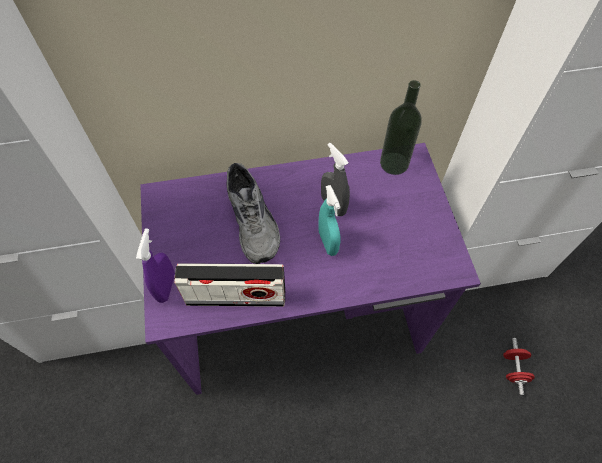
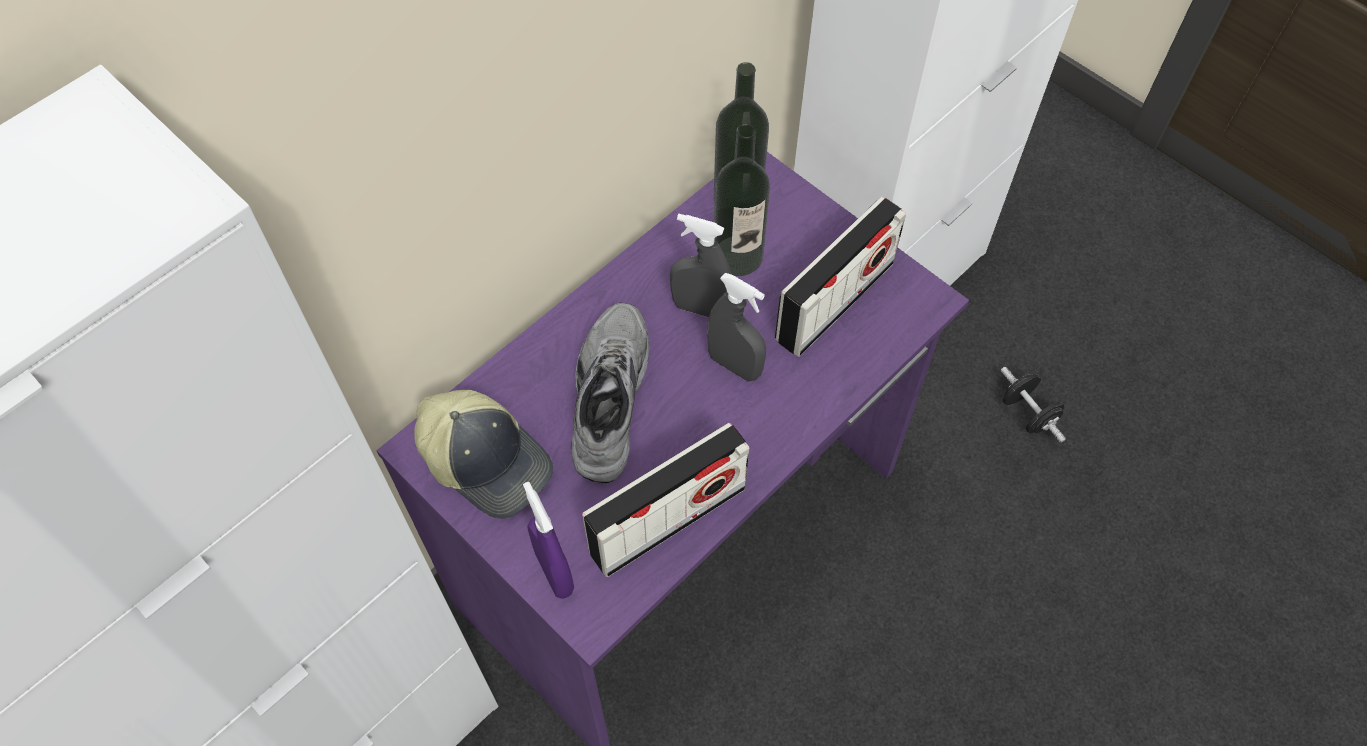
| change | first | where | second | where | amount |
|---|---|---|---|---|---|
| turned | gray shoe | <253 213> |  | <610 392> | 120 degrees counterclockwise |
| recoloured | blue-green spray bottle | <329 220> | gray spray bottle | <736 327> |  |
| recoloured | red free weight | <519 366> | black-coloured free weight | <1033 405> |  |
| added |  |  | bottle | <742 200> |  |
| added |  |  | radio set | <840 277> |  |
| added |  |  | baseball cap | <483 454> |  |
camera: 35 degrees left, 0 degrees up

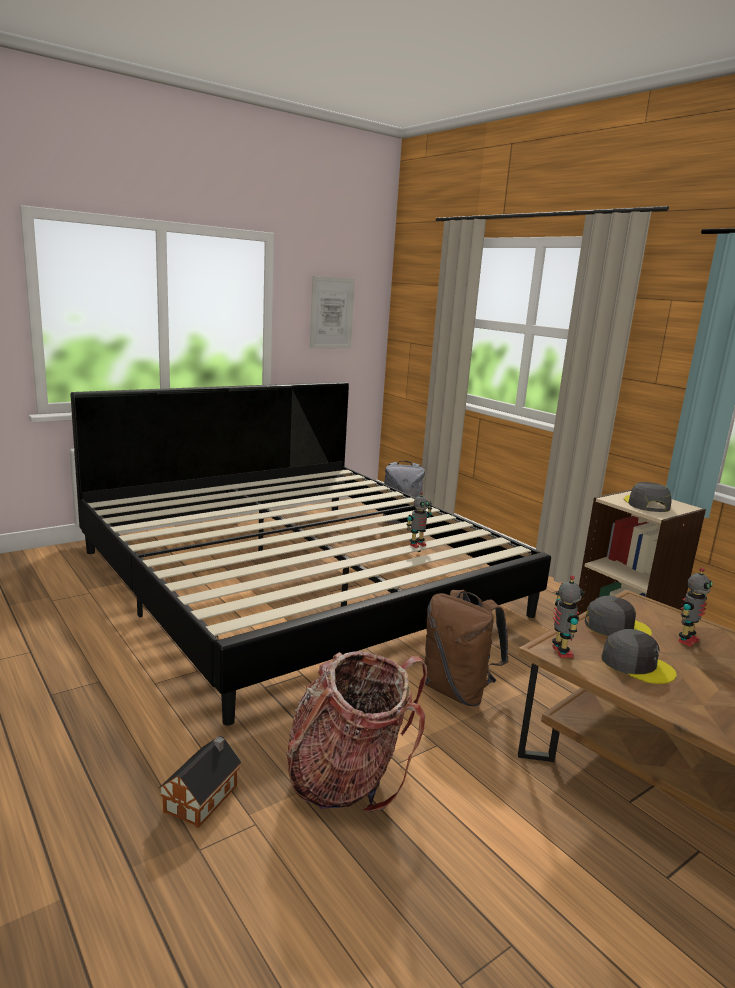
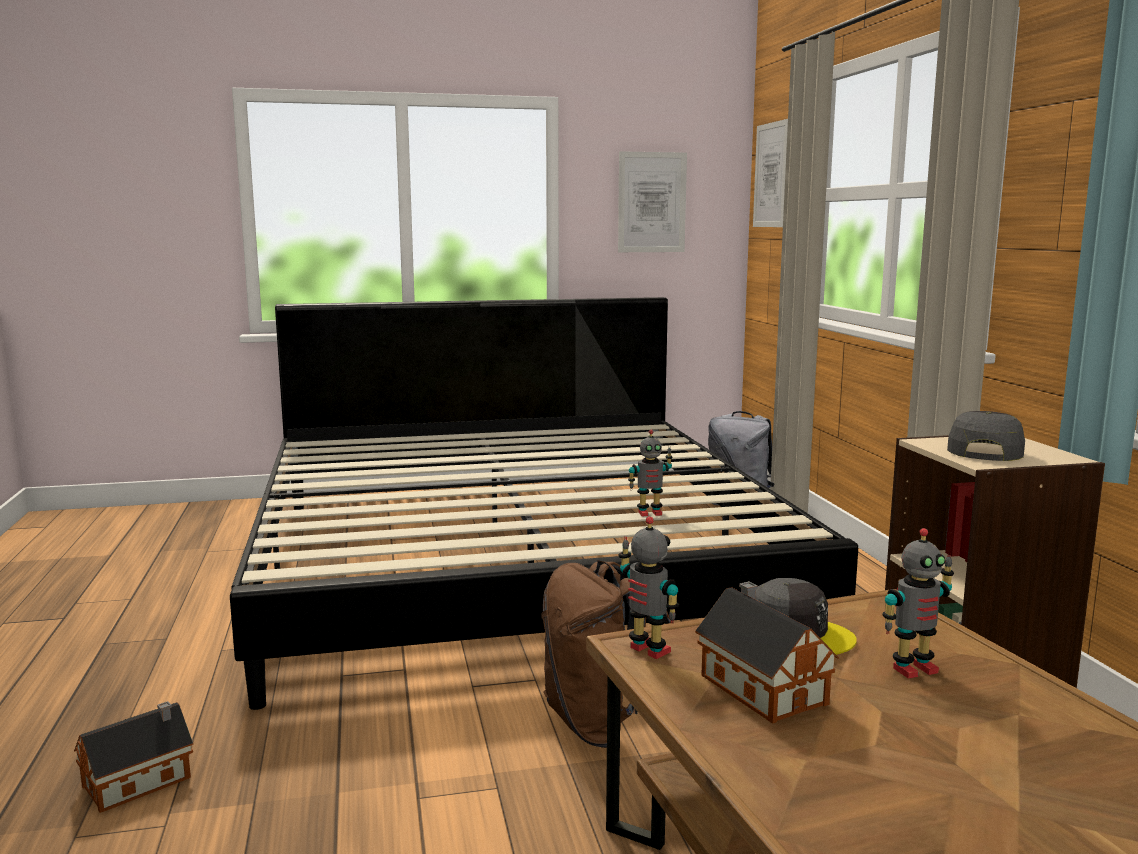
| change | first | where | second | where | amount |
|---|---|---|---|---|---|
| turned | model robot | <568 616> |  | <648 587> | 60 degrees counterclockwise |
| replaced | gray baseball cap | <639 656> | miniature house | <767 652> |  |
| removed | rucksack | <356 732> |  |  |  |
| added |  |  | picture | <770 173> |  |
camera: 25 degrees right, 5 degrees down

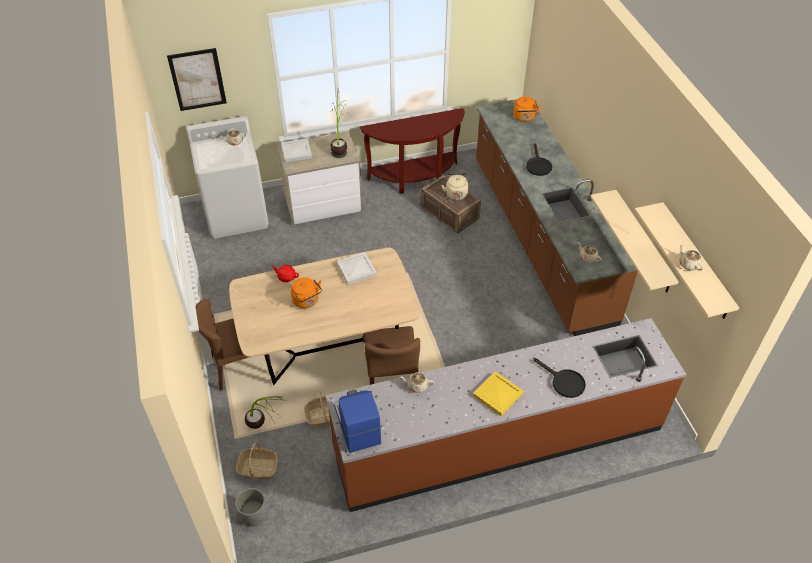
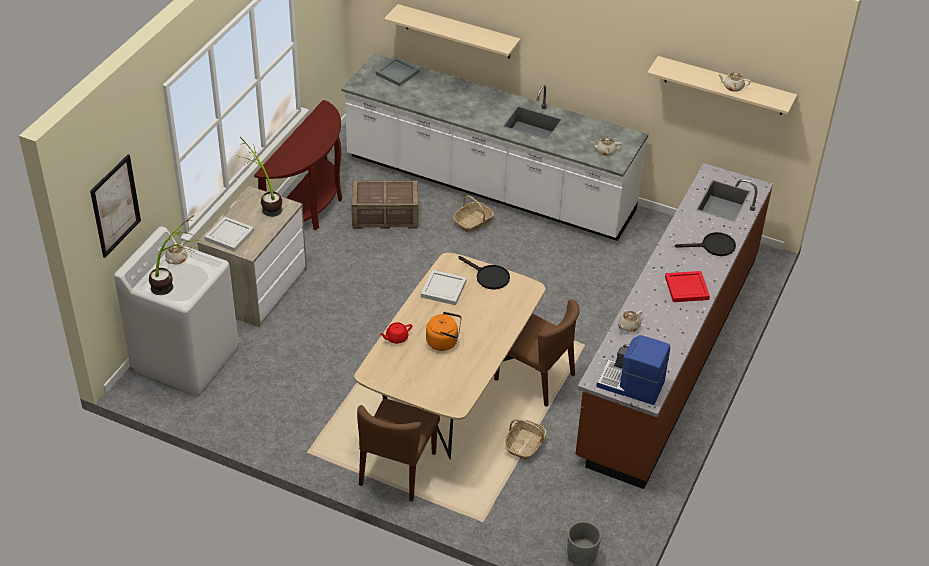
| change | first | where | second | where | amount |
|---|---|---|---|---|---|
| replaced | orange-coloured tea kettle | <527 109> | gray serving tray | <397 72> |  |
| recoloured | brown counter | <557 217> | whitish counter | <495 147> |  |
| moved | black-coloured pan | <539 160> |  | <484 273> |  |
| removed | sand-coloured tea kettle | <454 186> |  |  |  |
| moved | sand-coloured shelf | <634 241> |  | <452 31> |  |
| recoloured | yellow-coloured serving tray | <498 393> | red serving tray | <687 286> |  |
| moved | houseplant | <263 412> |  | <174 255> |  |
| moved | basket | <257 461> |  | <473 214> |  |
camera: 50 degrees left, 5 degrees down

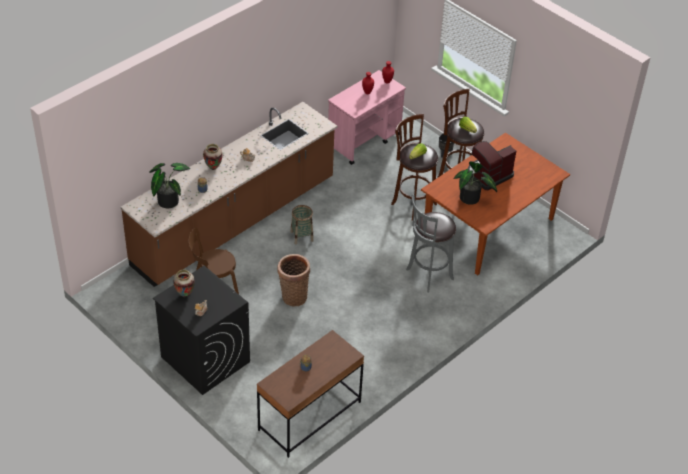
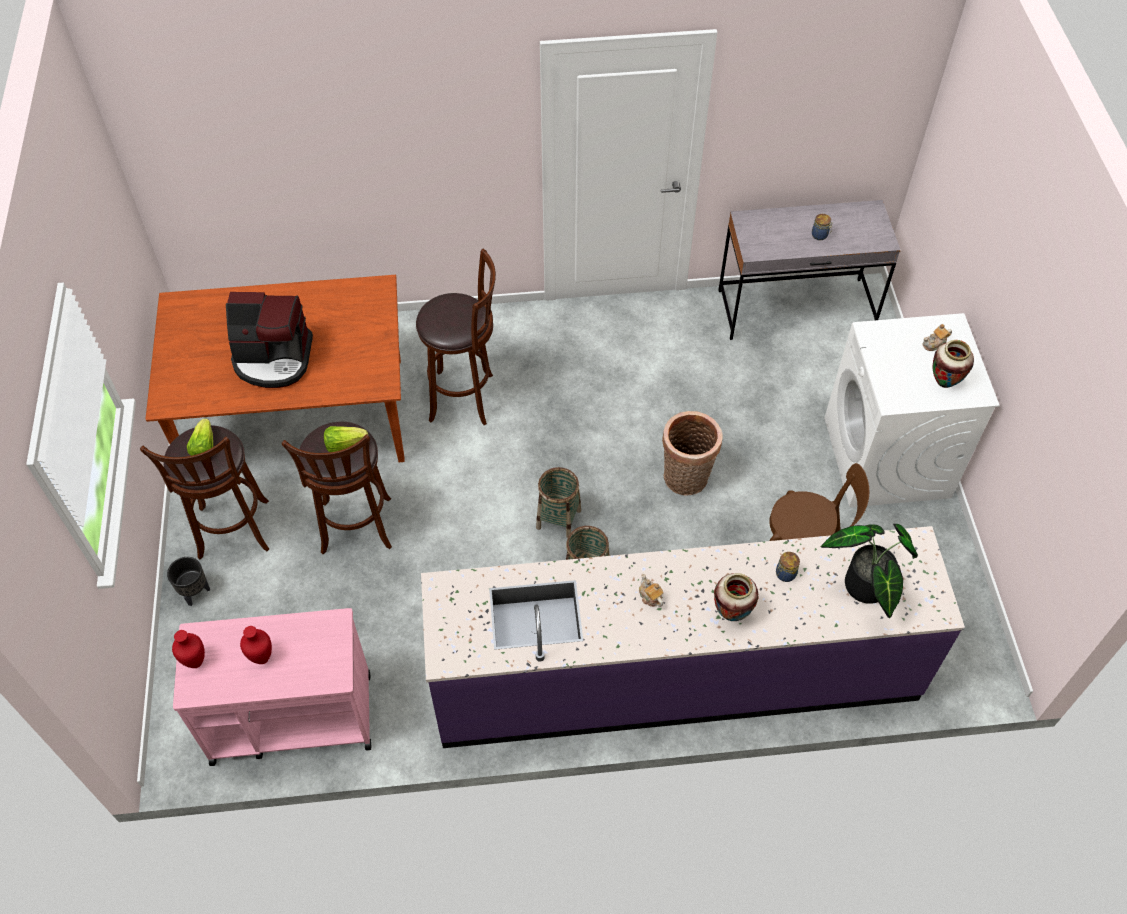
| change | first | where | second | where | amount |
|---|---|---|---|---|---|
| recoloured | brown counter | <229 194> | purplish counter | <693 637> |  |
| removed | houseplant | <475 183> |  |  |  |
| recoloured | gray stool seat | <431 243> | brown stool seat | <456 337> |  |
| recoloured | black-coloured laundry appliance | <201 330> | whitish laundry appliance | <912 410> |  |
| recoloured | brown desk unit | <310 394> | gray desk unit | <809 270> |  |
| added |  |  | basket | <558 502> |  |
camera: 140 degrees left, 10 degrees up

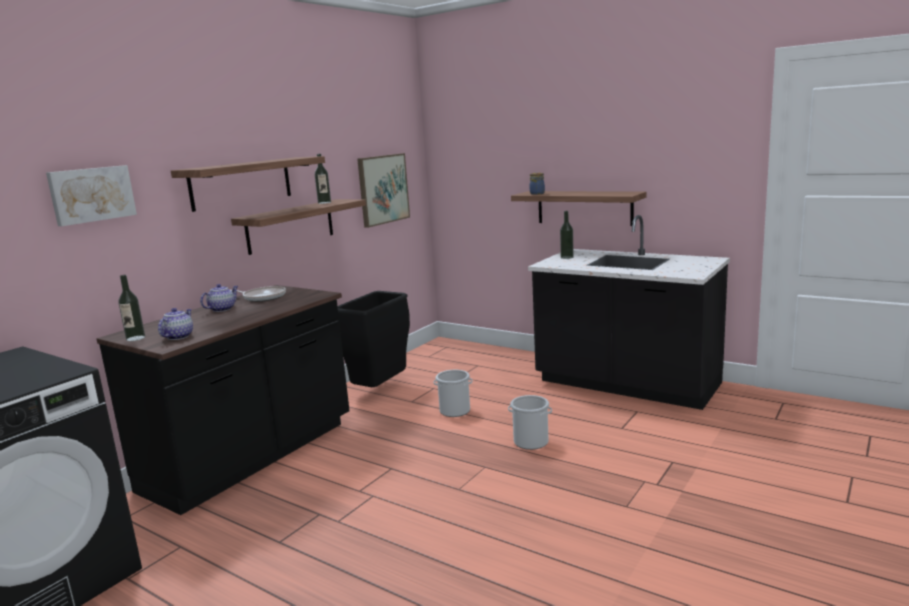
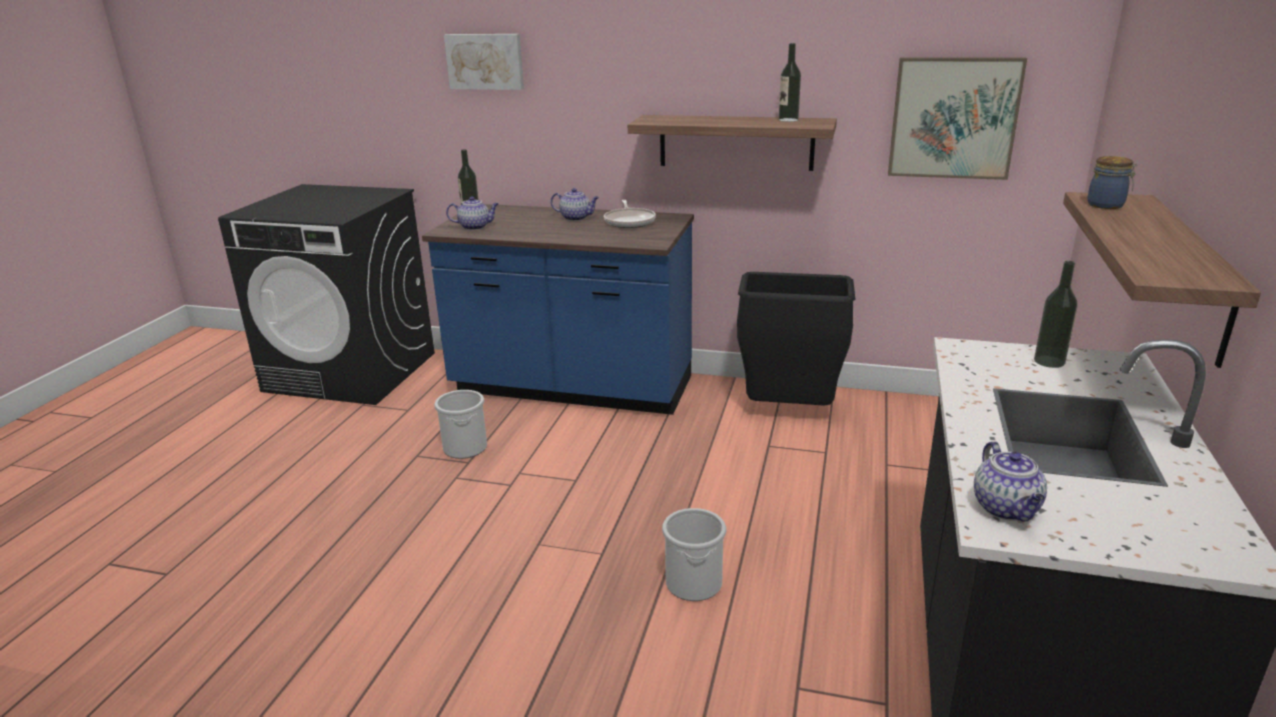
| change | first | where | second | where | amount |
|---|---|---|---|---|---|
| removed | shelf | <248 184> |  |  |  |
| recoloured | black-coloured counter | <223 400> | blue-coloured counter | <558 309> |  |
| moved | bucket | <453 393> |  | <460 424> |  |
| added |  |  | pot for tea | <1010 481> |  |
camera: 70 degrees right, 10 degrees up

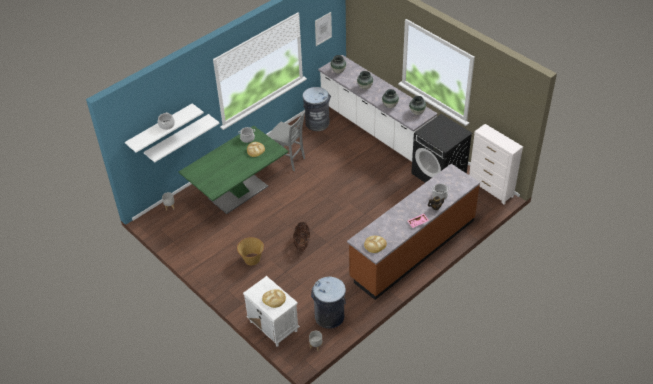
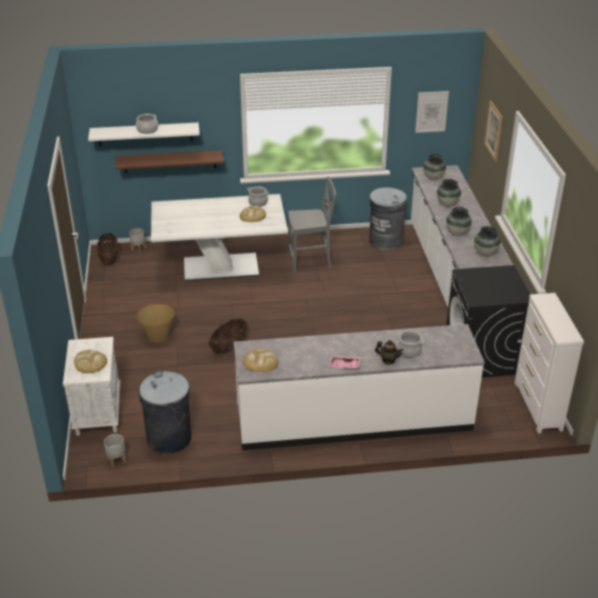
| change | first | where | second | where | amount |
|---|---|---|---|---|---|
| turned | gray upright chair | <286 141> |  | <312 225> | 75 degrees counterclockwise |
| recoloured | whitish shelf | <182 138> | brown shelf | <169 161> |  |
| recoloured | greenish kitchen table | <234 170> | whitish kitchen table | <219 237> |  |
| recoloured | brown counter | <413 232> | whitish counter | <359 387> |  |
| added |  |  | picture | <493 131> |  |
| added |  |  | basket | <108 249> |  |
camera: 35 degrees right, 10 degrees down

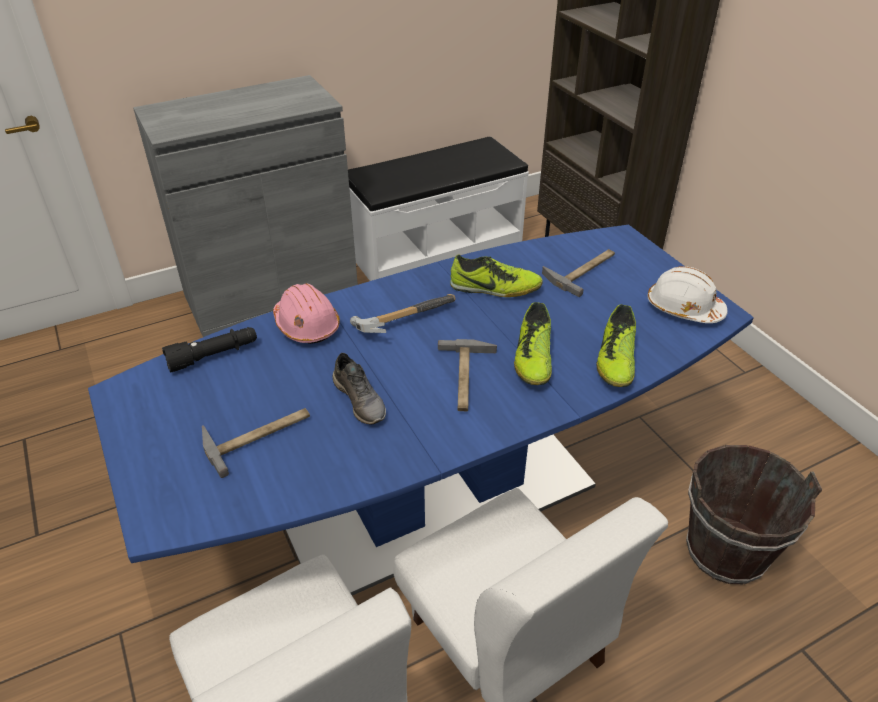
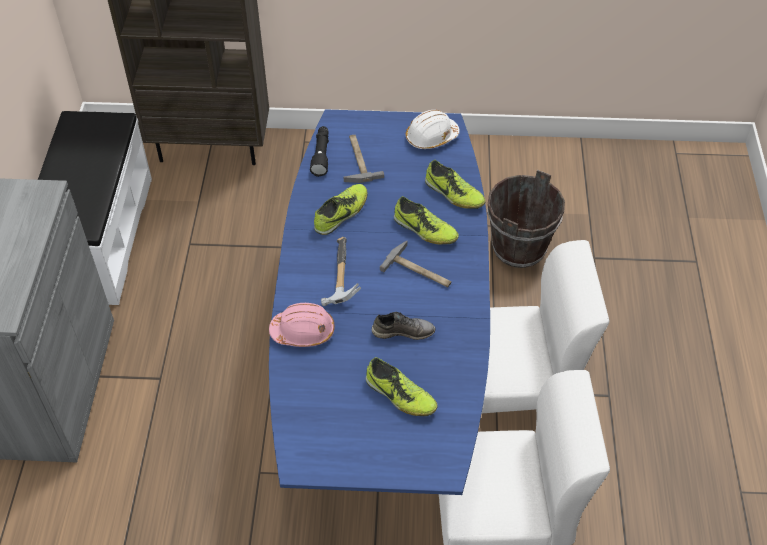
| change | first | where | second | where | amount |
|---|---|---|---|---|---|
| moved | black-coloured flashlight | <209 350> |  | <319 151> |  |
| replaced | hammer | <256 443> | shoe | <401 386> |  |
camera: 60 degrees left, 10 degrees up

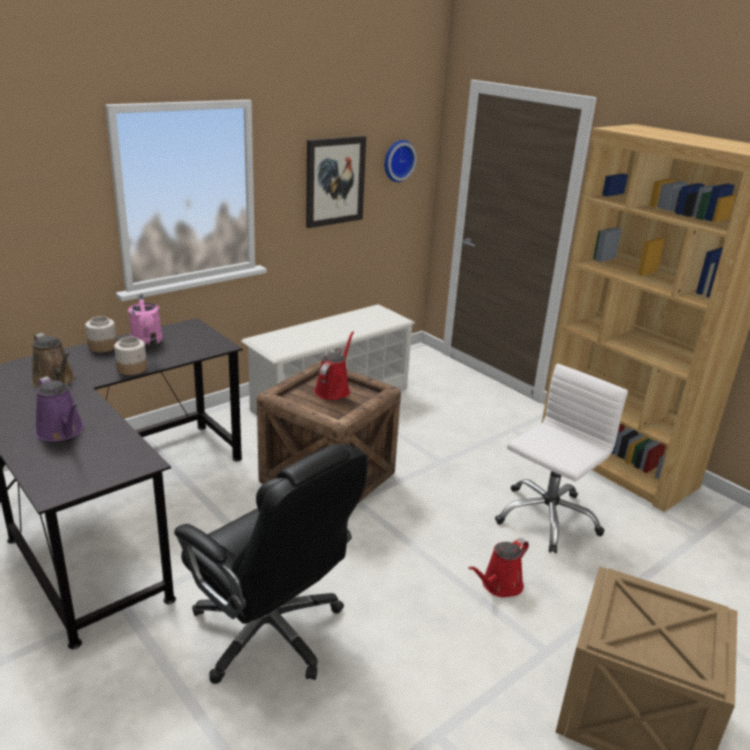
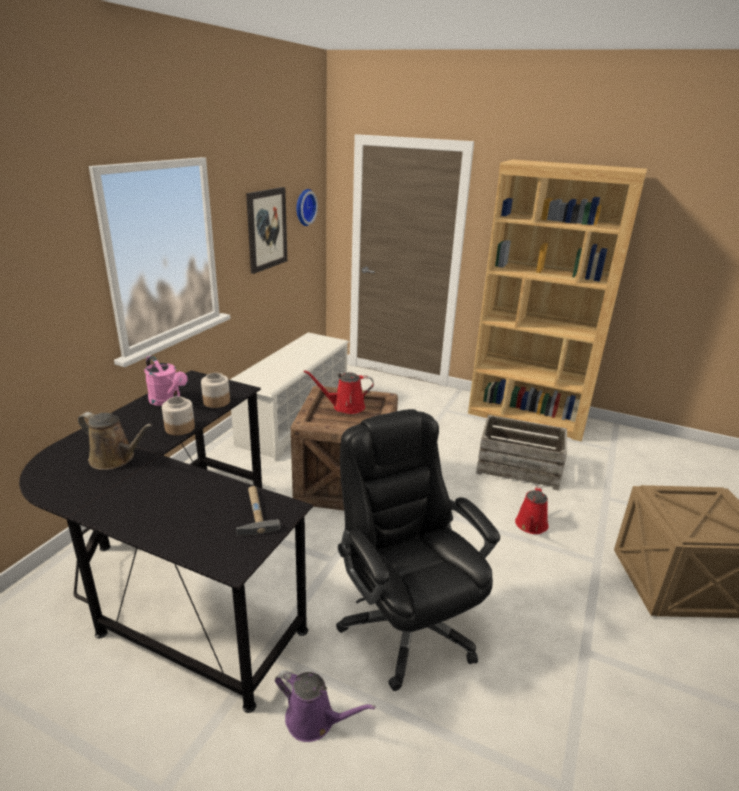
| change | first | where | second | where | amount |
|---|---|---|---|---|---|
| moved | jar | <101 334> |  | <215 390> |  |
| turned | red sprinkling can | <334 365> |  | <339 392> | 90 degrees counterclockwise |
| replaced | whitish computer chair | <561 458> | crate | <521 453> |  |
| moved | purplish sprinkling can | <59 409> |  | <325 706> |  |
| turned | black-coloured computer chair | <271 564> |  | <418 550> | 135 degrees counterclockwise |
| added |  |  | hammer | <258 511> |  |
camera: 25 degrees left, 0 degrees up

